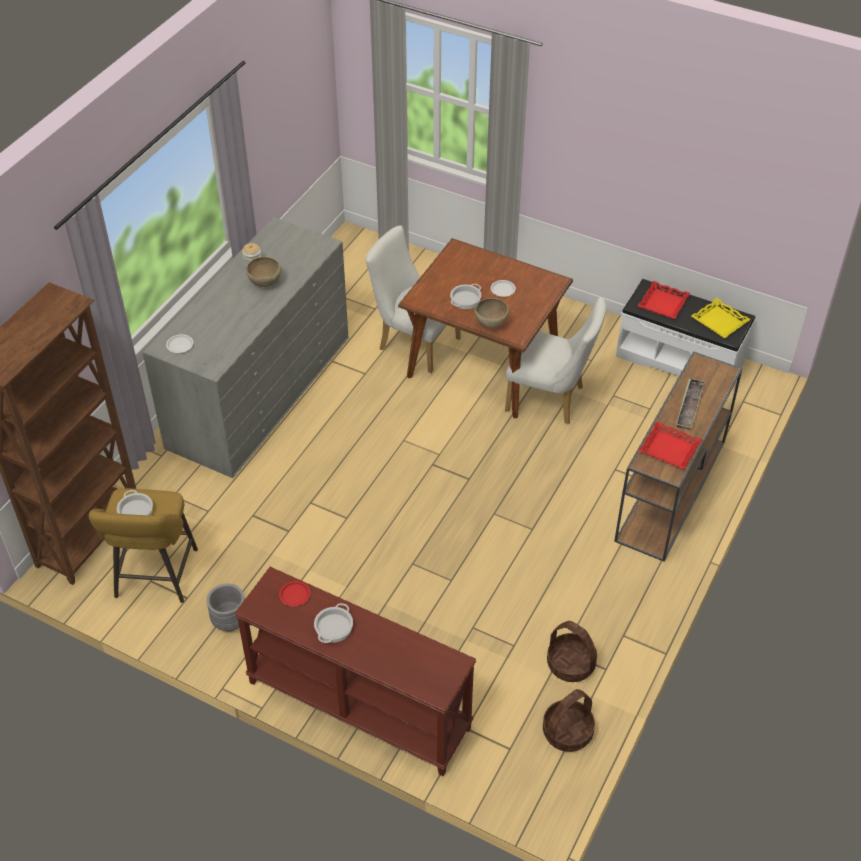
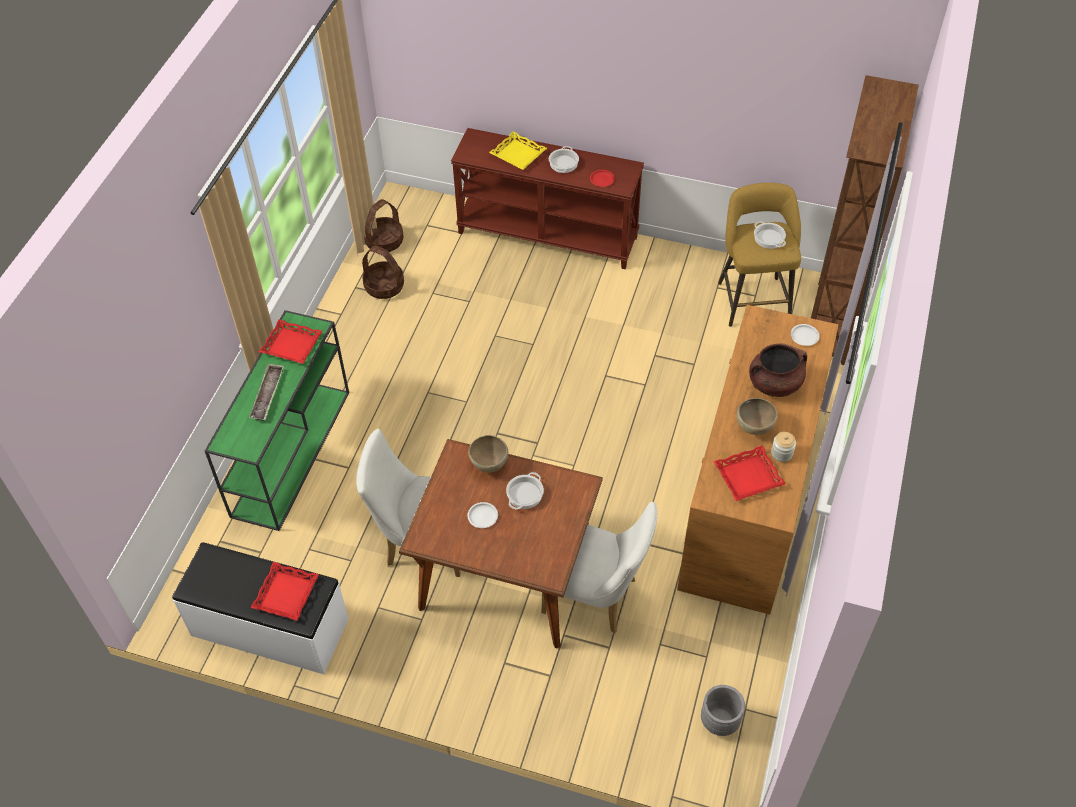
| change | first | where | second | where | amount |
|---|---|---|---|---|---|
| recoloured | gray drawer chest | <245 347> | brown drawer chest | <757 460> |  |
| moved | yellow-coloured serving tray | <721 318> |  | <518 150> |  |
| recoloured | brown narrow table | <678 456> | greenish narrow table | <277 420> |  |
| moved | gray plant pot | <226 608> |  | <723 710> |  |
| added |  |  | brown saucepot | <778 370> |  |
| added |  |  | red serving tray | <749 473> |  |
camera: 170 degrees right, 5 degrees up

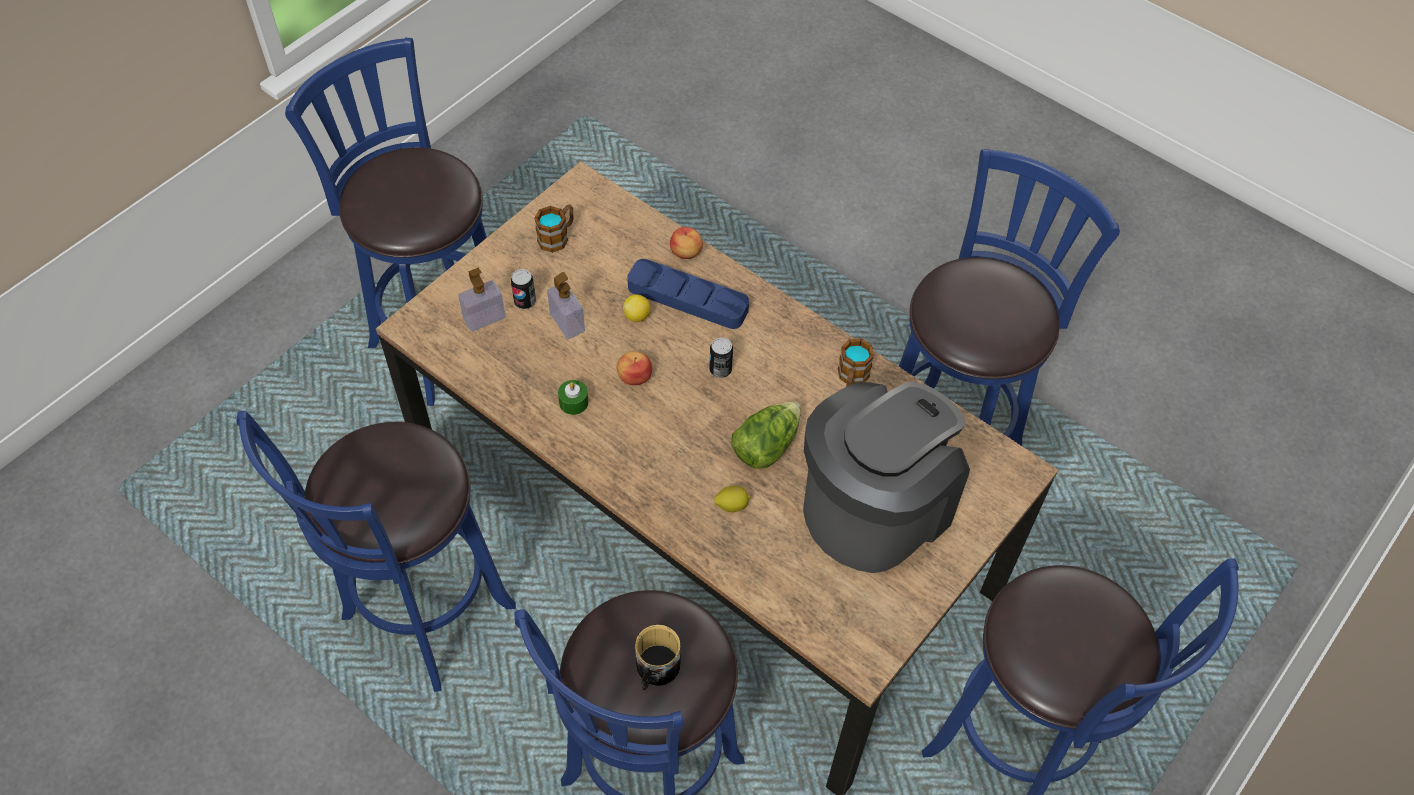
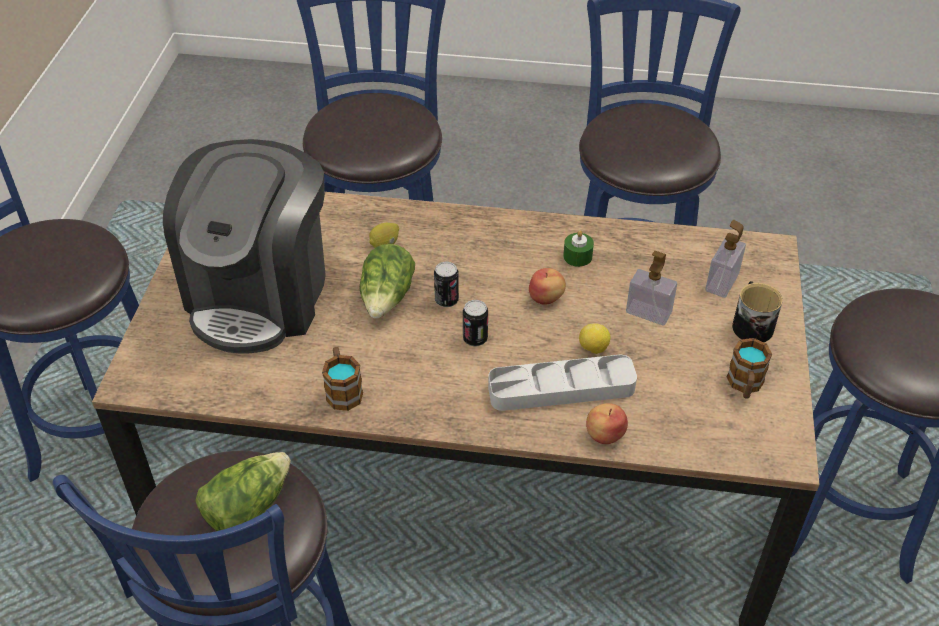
| change | first | where | second | where | amount |
|---|---|---|---|---|---|
| recoloured | blue-coloured serving tray | <688 294> | gray serving tray | <562 383> |  |
| moved | can | <523 289> |  | <446 284> |  |
| moved | tea mug | <658 657> |  | <757 311> |  |
| added |  |  | lettuce head | <243 491> |  |
camera: 150 degrees right, 10 degrees down

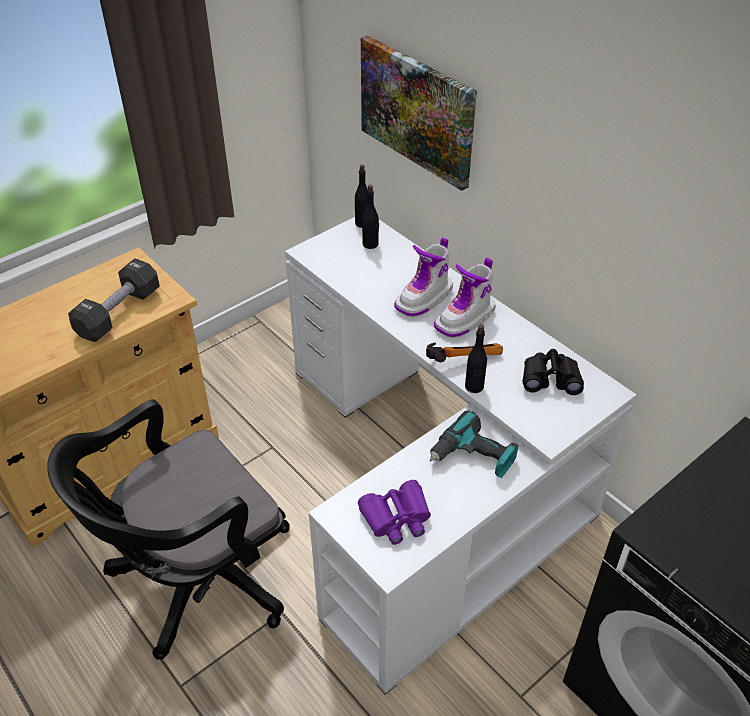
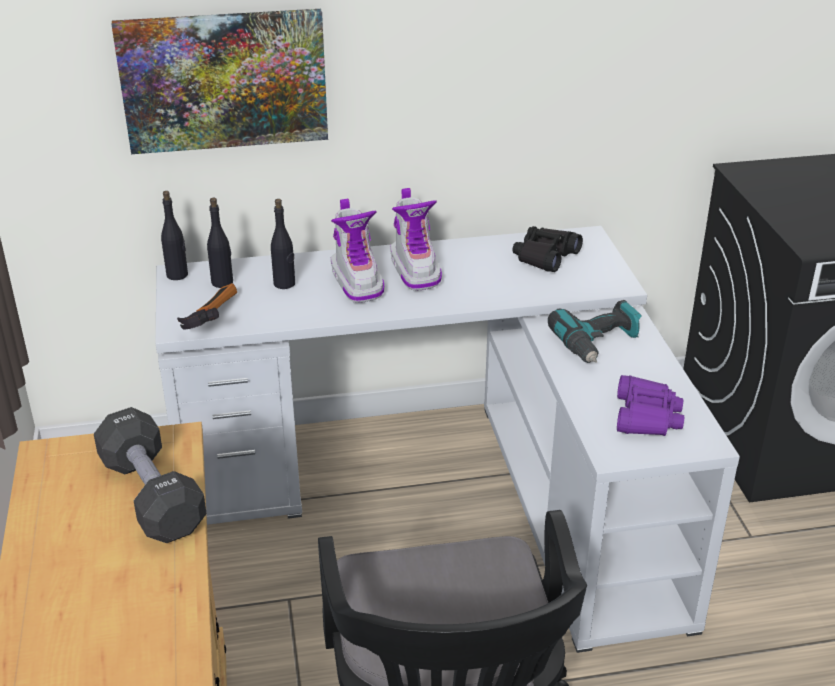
| change | first | where | second | where | amount |
|---|---|---|---|---|---|
| moved | black-coloured bottle | <476 358> |  | <283 244> |  |
| moved | hammer | <464 352> |  | <207 306> |  |
camera: 60 degrees left, 10 degrees down

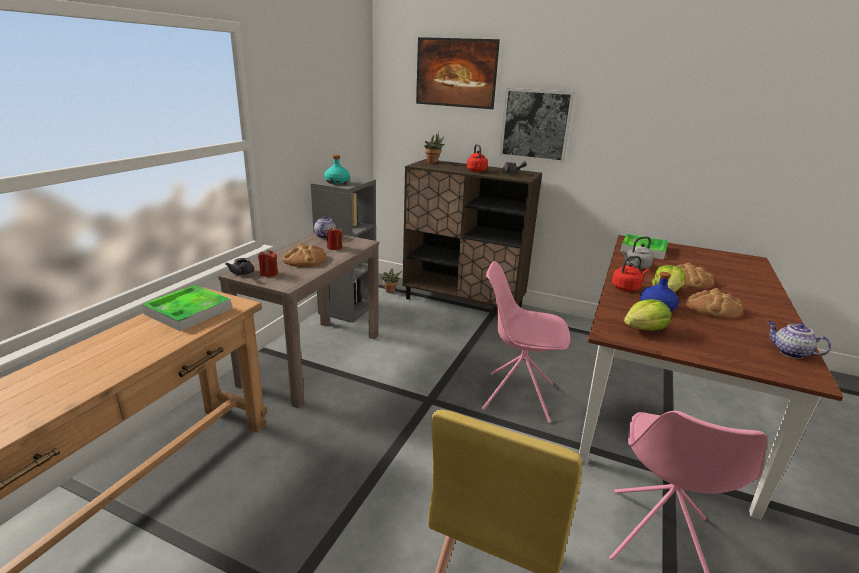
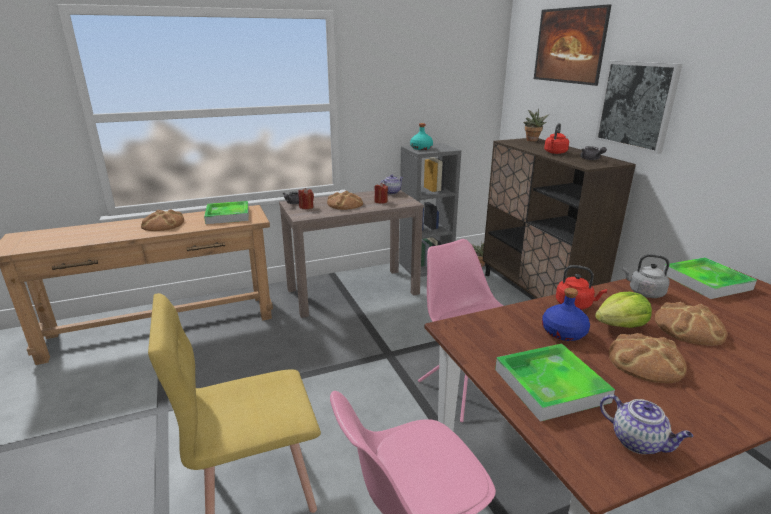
| change | first | where | second | where | amount |
|---|---|---|---|---|---|
| removed | lettuce head | <647 315> |  |  |  |
| turned | pot for tea | <799 340> |  | <646 424> | 135 degrees clockwise |
| added |  |  | baked bread | <162 220> |  |
| added |  |  | serving tray | <555 383> |  |
camera: 45 degrees right, 0 degrees up

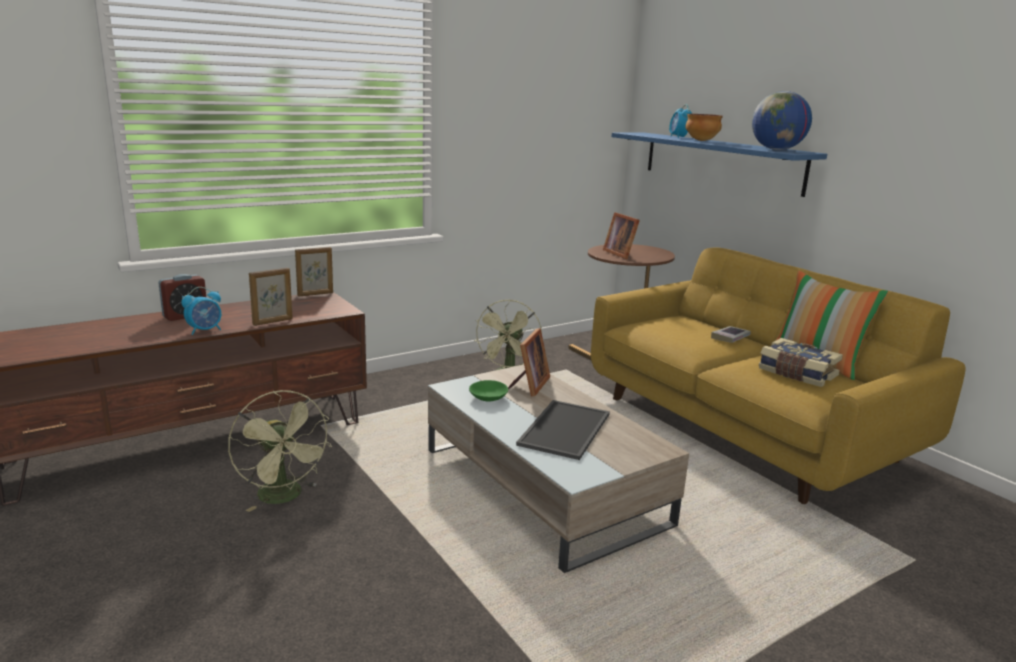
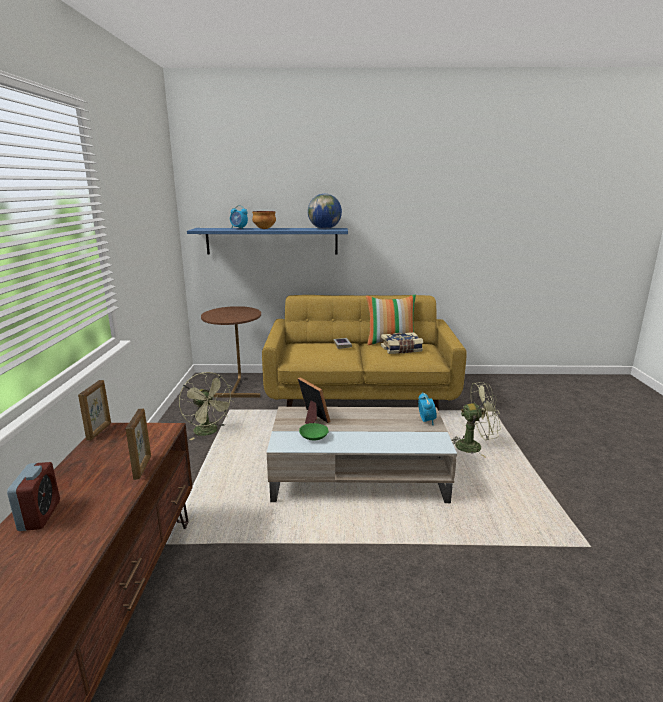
| change | first | where | second | where | amount |
|---|---|---|---|---|---|
| removed | photo frame | <621 235> |  |  |  |
| moved | table clock | <201 311> |  | <427 409> |  |
| moved | greenish cooling fan | <280 451> |  | <476 420> |  |
| removed | serving tray | <563 430> |  |  |  |
camera: 55 degrees left, 0 degrees up

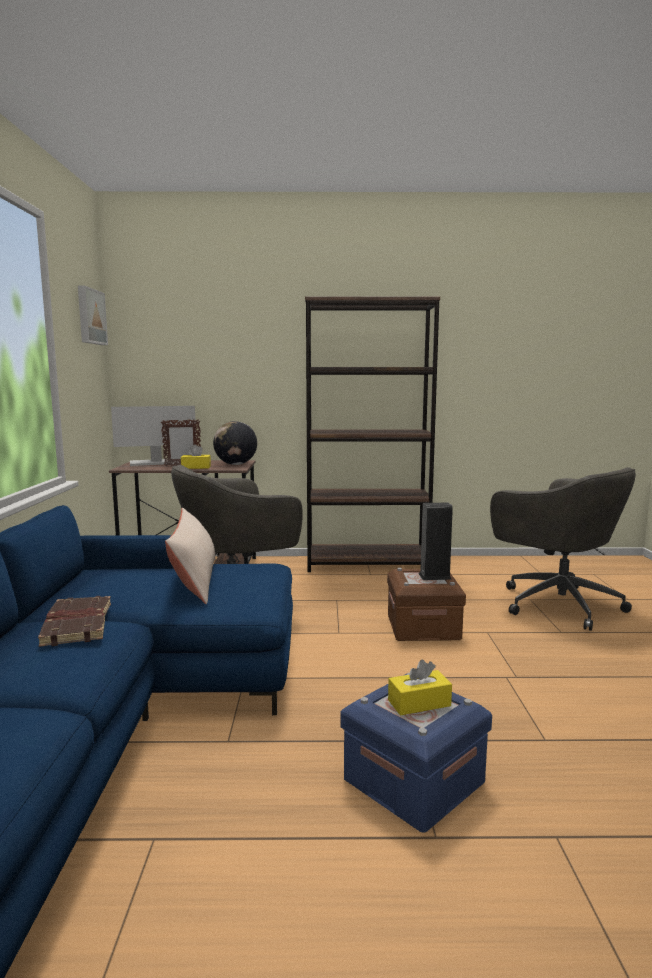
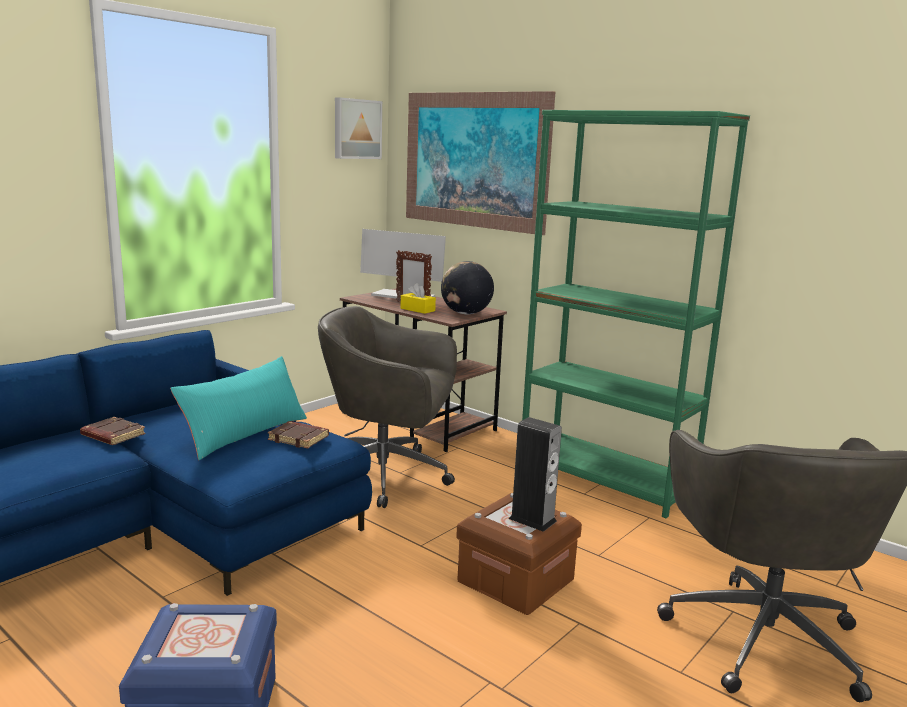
| change | first | where | second | where | amount |
|---|---|---|---|---|---|
| recoloured | brown bookshelf | <372 434> | greenish bookshelf | <636 314> |  |
| recoloured | sand-coloured pillow | <190 556> | blue-green pillow | <238 408> |  |
| moved | brown book | <71 630> |  | <298 435> |  |
| removed | yellow-coloured tissue box | <420 687> |  |  |  |
| added |  |  | picture | <480 163> |  |
camera: 40 degrees right, 5 degrees up

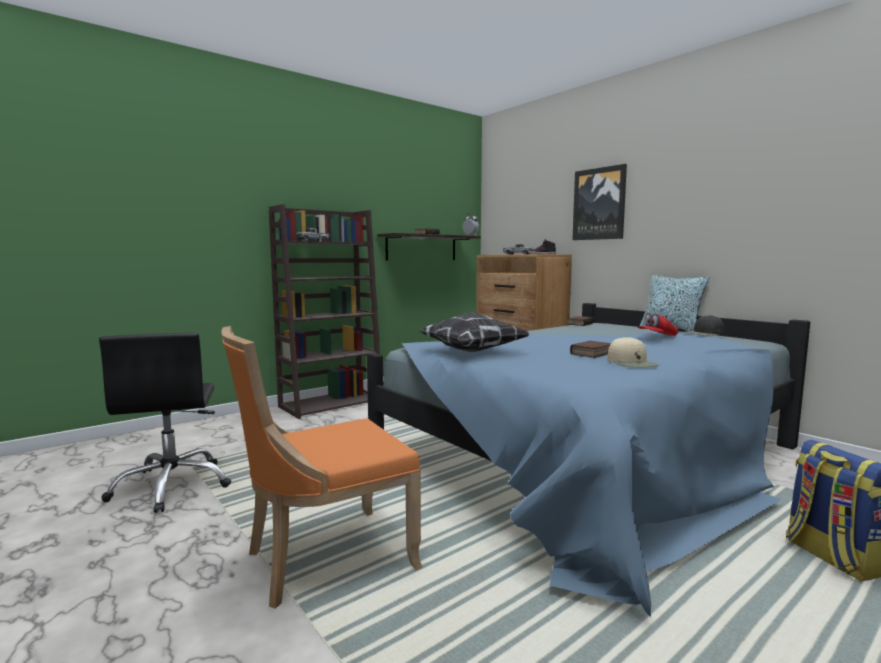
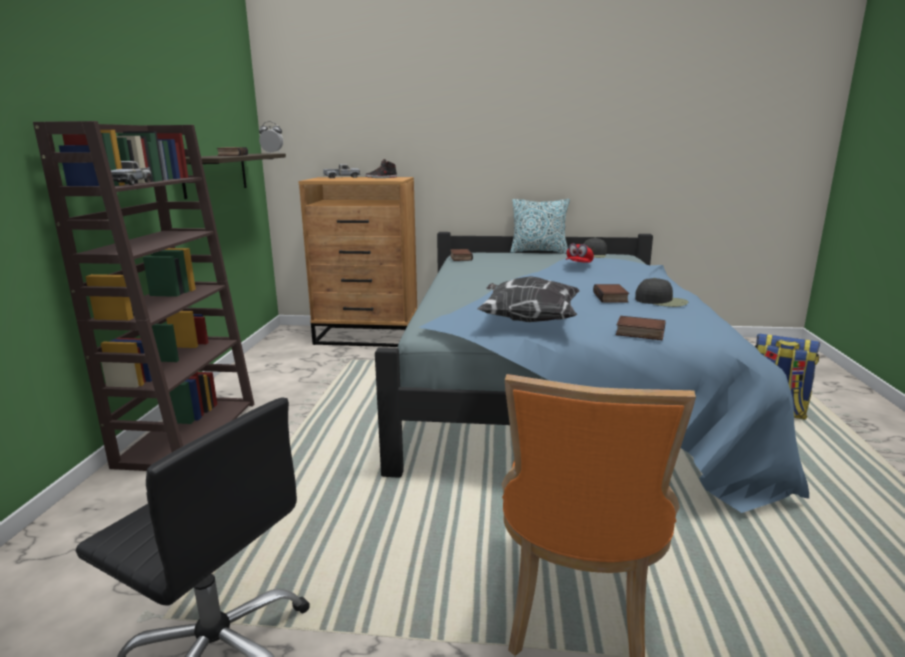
| change | first | where | second | where | amount |
|---|---|---|---|---|---|
| removed | picture | <599 202> |  |  |  |
| recoloured | sand-coloured baseball cap | <633 352> | black-coloured baseball cap | <661 292> |  |
| added |  |  | book | <640 328> |  |
camera: 45 degrees left, 10 degrees up

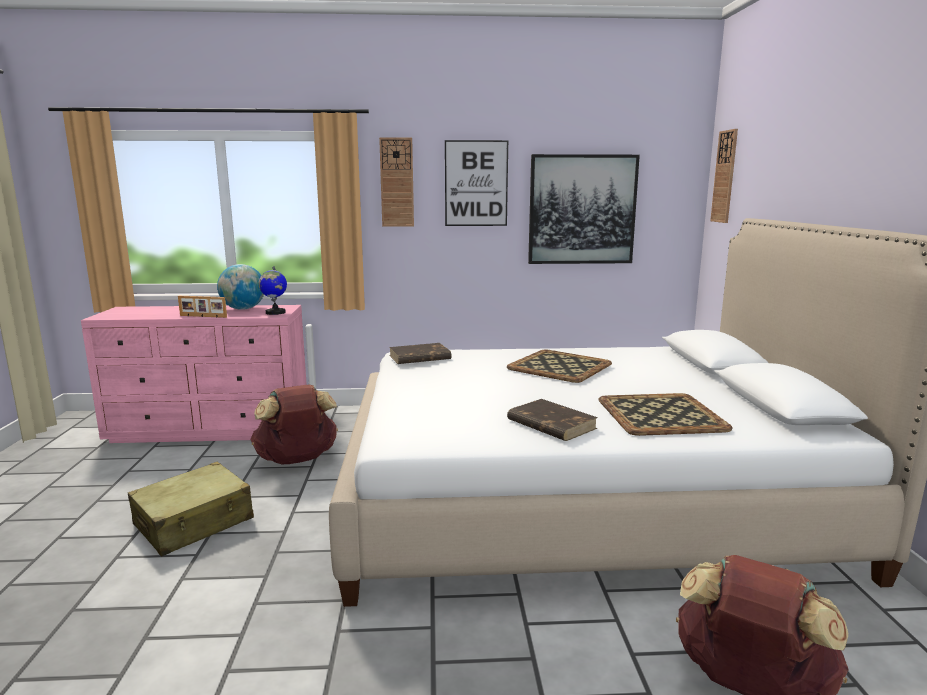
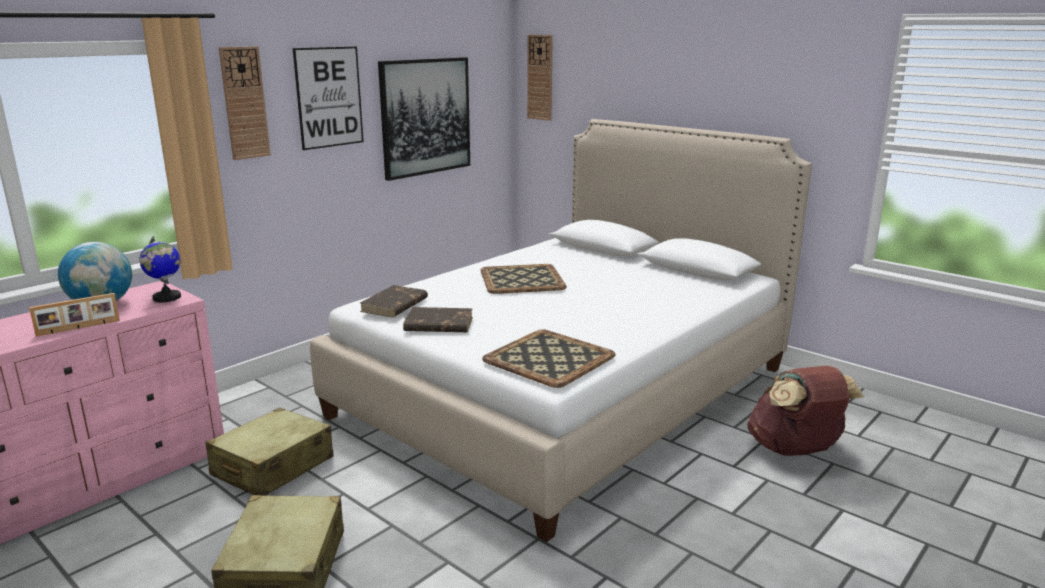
| change | first | where | second | where | amount |
|---|---|---|---|---|---|
| replaced | brown rucksack | <294 424> | sand-coloured travel case | <269 451> |  |
| moved | serving tray | <665 414> |  | <548 358> |  |
| moved | brown book | <552 420> |  | <438 319> |  |
camera: 45 degrees left, 5 degrees up

